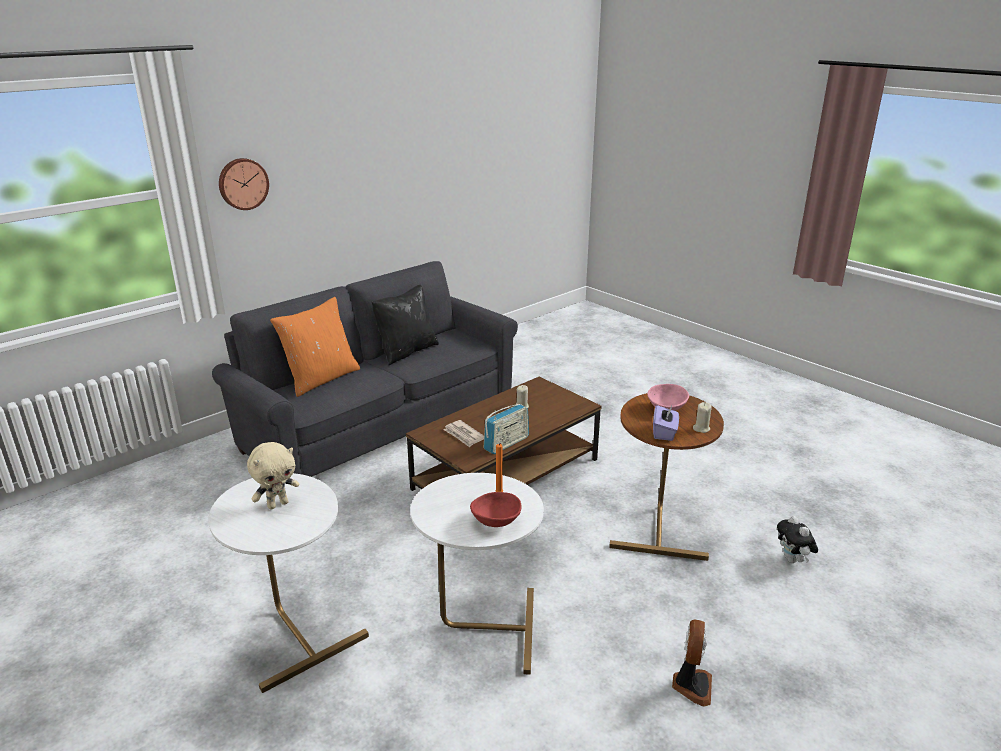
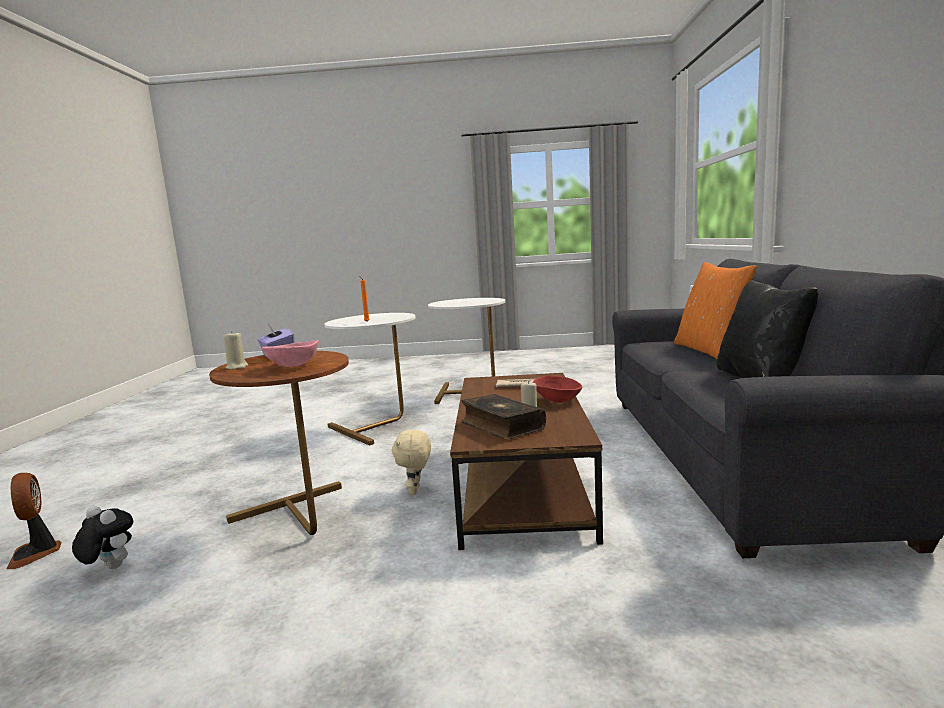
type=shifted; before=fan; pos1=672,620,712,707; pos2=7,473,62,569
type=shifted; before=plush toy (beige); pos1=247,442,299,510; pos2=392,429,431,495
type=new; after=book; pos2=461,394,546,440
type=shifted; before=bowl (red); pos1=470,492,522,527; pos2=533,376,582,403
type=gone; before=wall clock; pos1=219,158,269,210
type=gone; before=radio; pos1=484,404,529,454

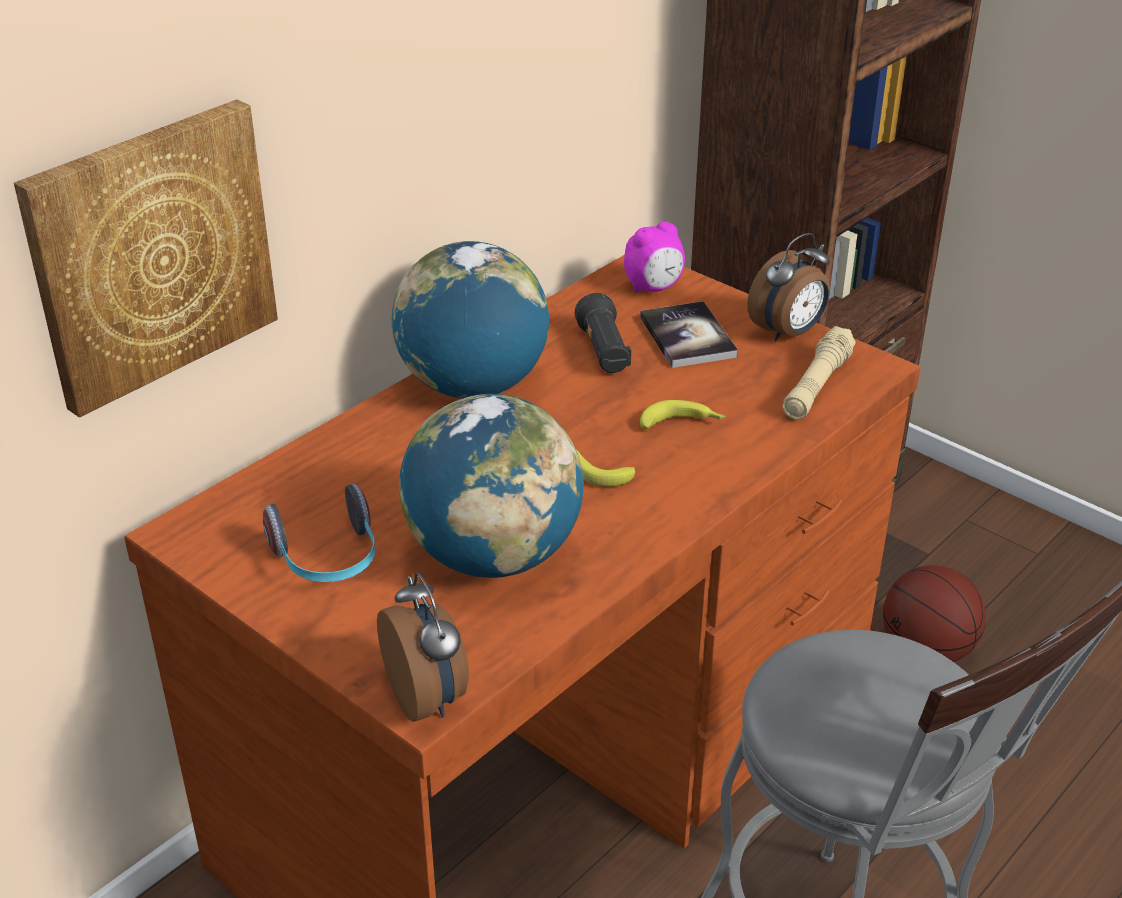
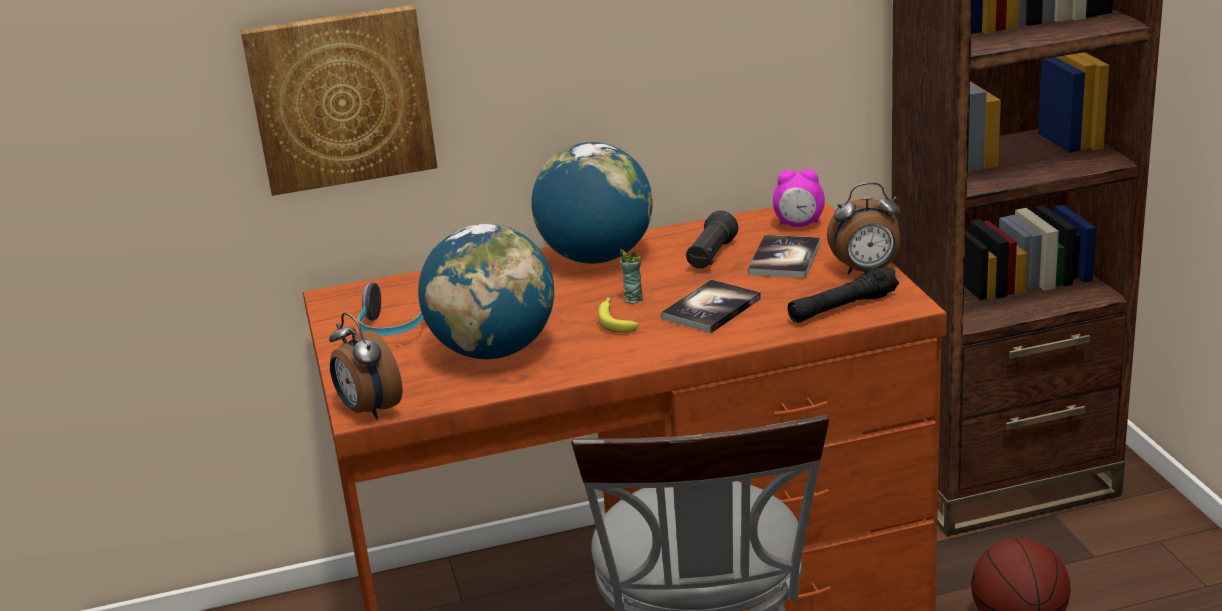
type=rotated; before=alarm clock; pos1=377,572,469,722; pos2=329,312,403,420; turn=135
type=new; after=cup; pos2=620,249,643,304
type=swapped; before=banana; after=book; pos1=640,400,725,429; pos2=661,279,761,333
type=repainted; before=flashlight (beige); after=flashlight (black); pos1=782,326,856,420; pos2=788,266,899,323

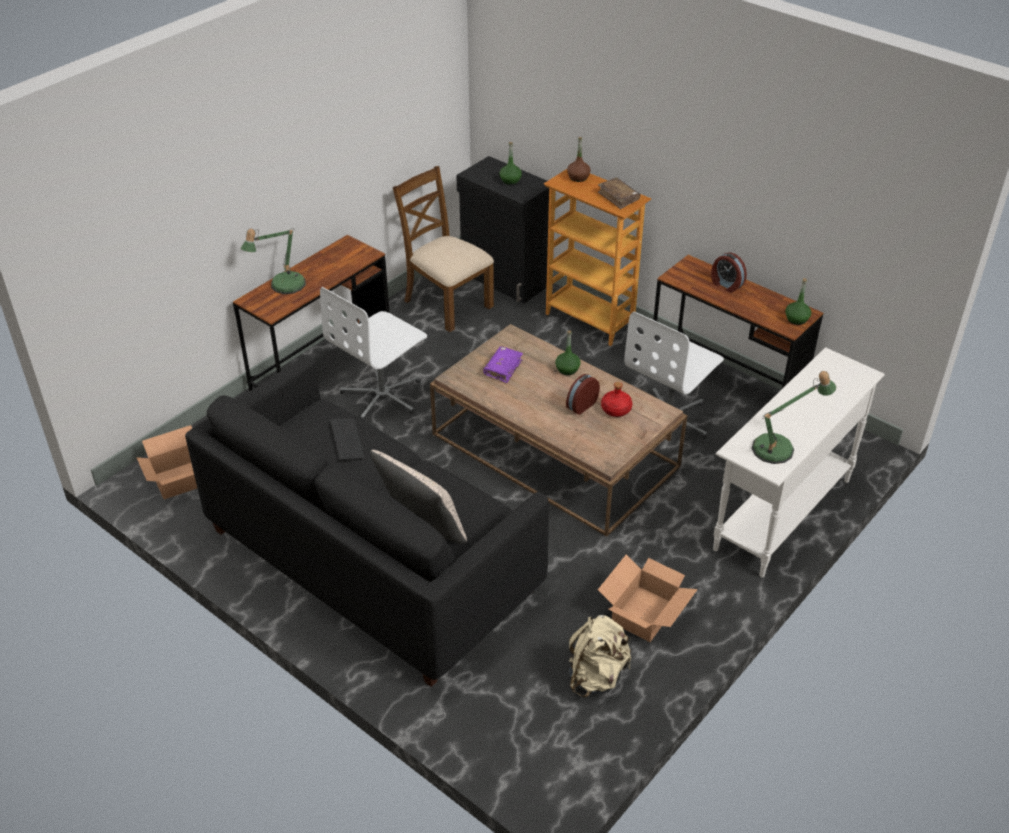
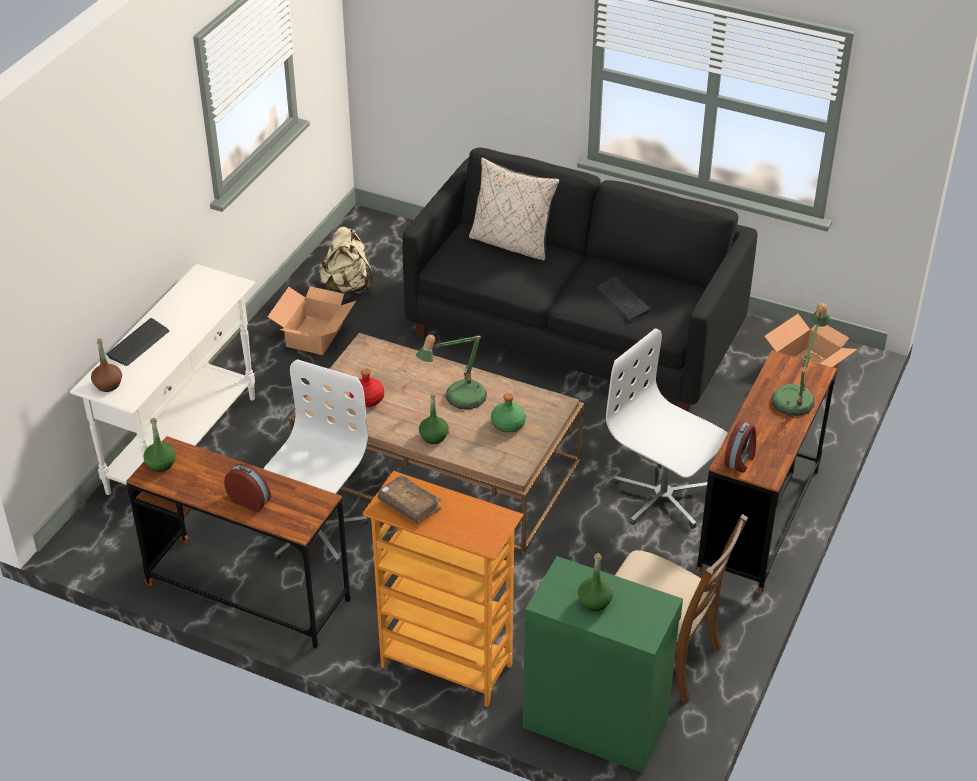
type=shifted; before=bottle (brown); pos1=567,137,591,182; pos2=91,338,122,392
type=new; after=keyboard; pos2=106,318,169,366
type=shifted; before=table lamp; pos1=752,371,836,464; pos2=416,334,487,409
type=swapped; before=book (purple); after=bottle (green); pos1=483,346,523,383; pos2=491,393,526,433
type=repainted; before=cabinet (black); after=cabinet (green); pos1=456,156,549,304; pos2=523,556,683,773
type=rotated; before=office chair (white); pos1=320,287,427,421; pos2=606,328,728,529; turn=-75
type=shifted; before=alarm clock; pos1=566,374,600,415; pos2=724,421,756,473

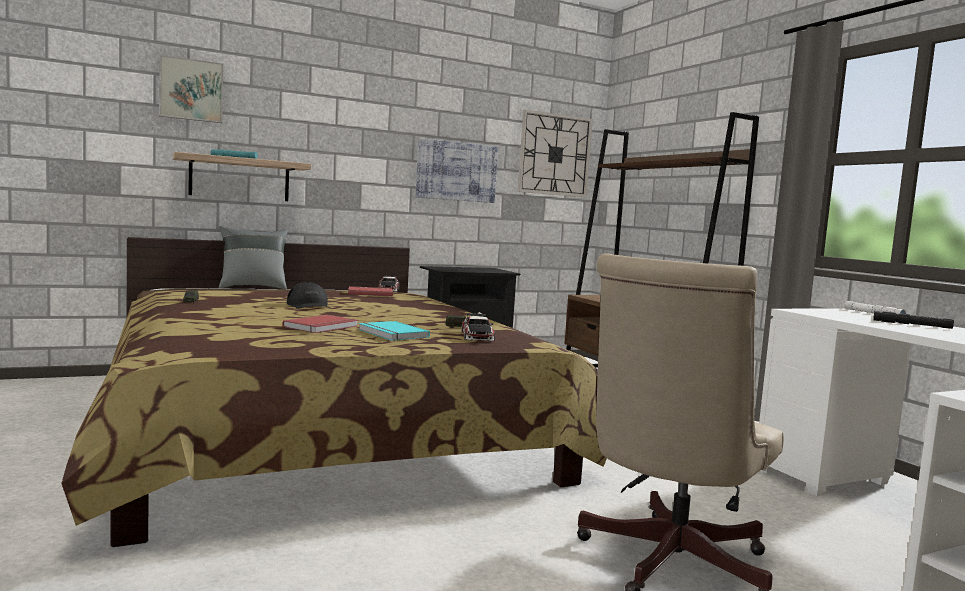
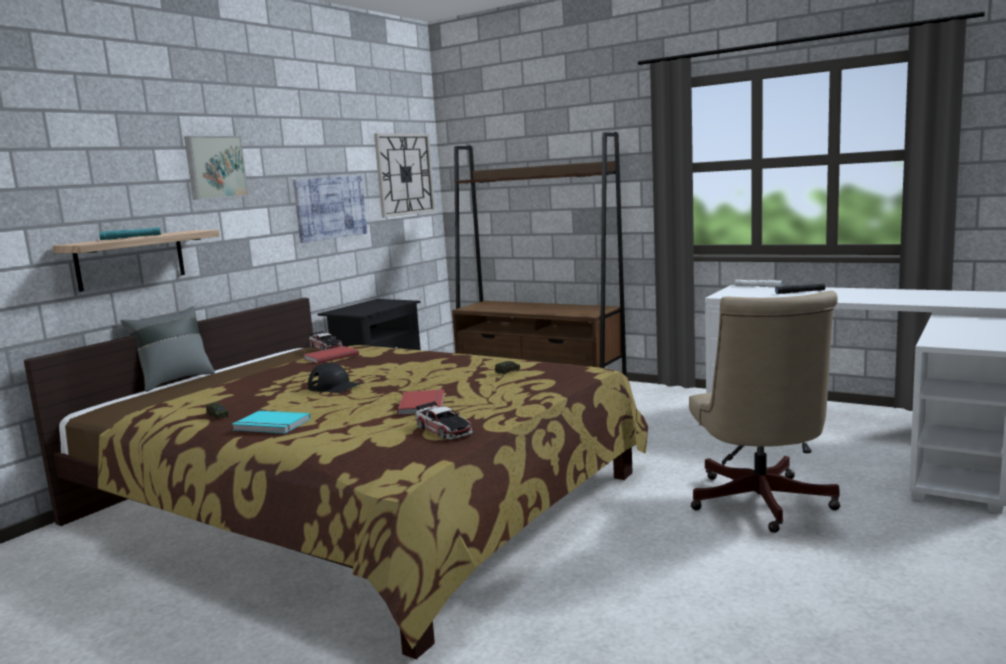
type=shifted; before=picture; pos1=159,55,224,123; pos2=184,136,249,200
type=shifted; before=book (turquoise); pos1=358,321,430,341; pos2=232,411,311,434
type=shifted; before=toy car; pos1=461,313,495,341; pos2=416,402,473,439

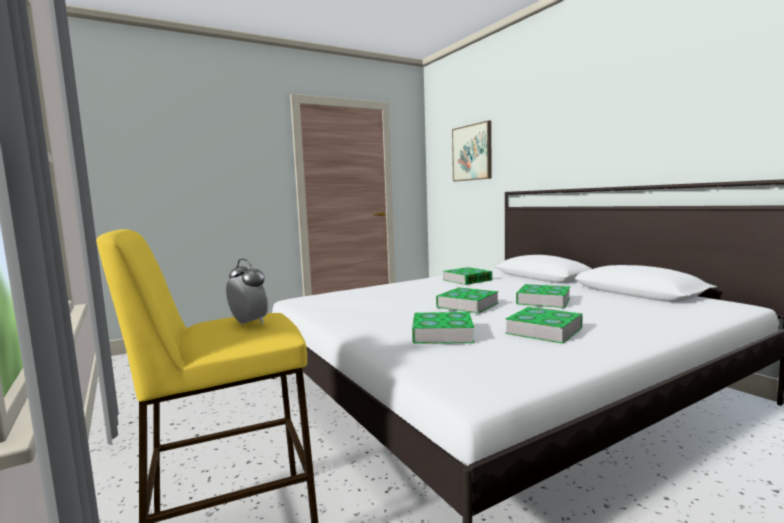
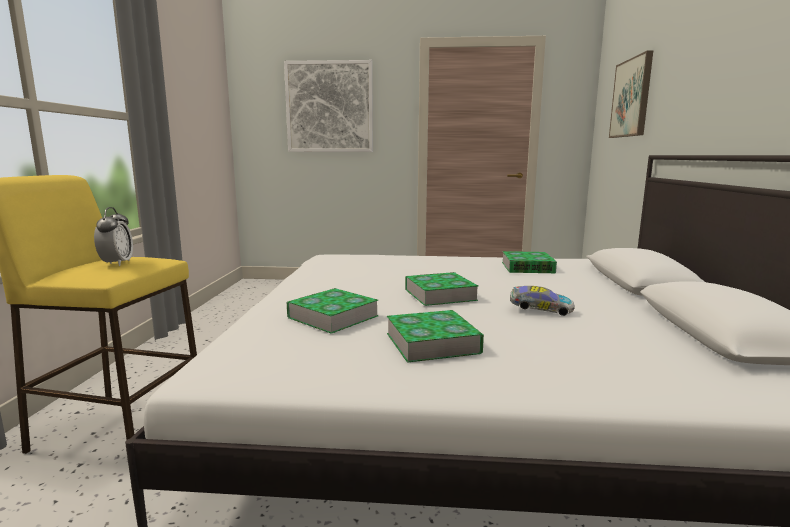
type=new; after=picture; pos2=284,60,373,152
type=swapped; before=book; after=toy car; pos1=516,284,570,308; pos2=510,286,575,316

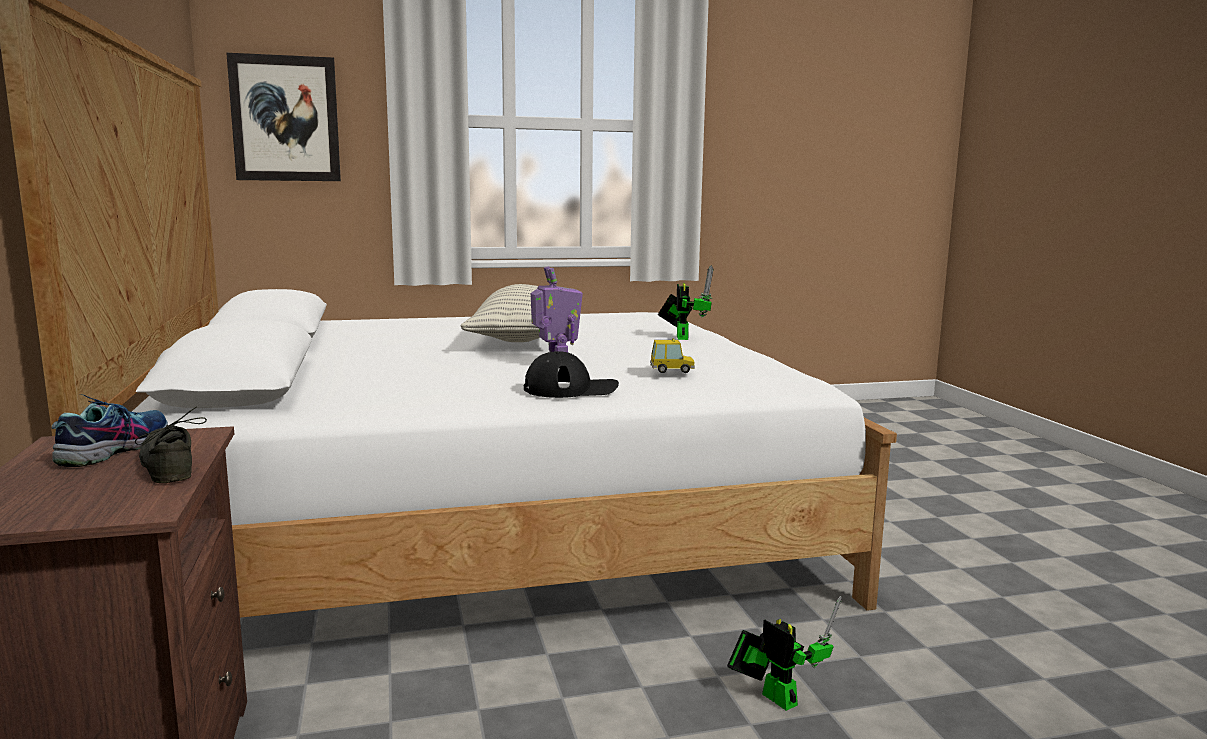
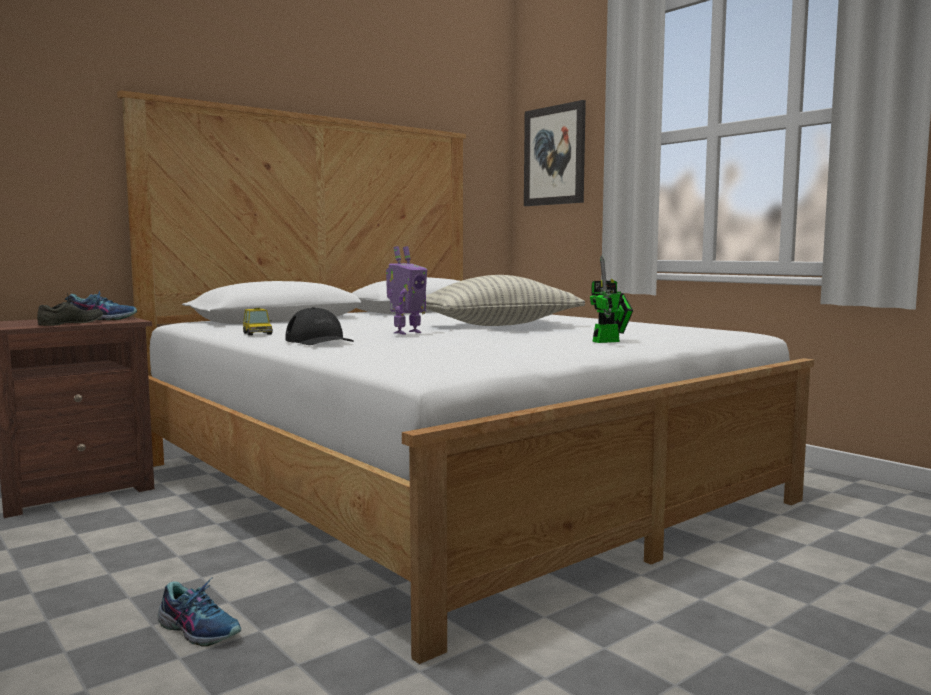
type=swapped; before=toy robot; after=shoe; pos1=727,596,842,711; pos2=158,578,241,647
type=shifted; before=toy car; pos1=650,339,695,373; pos2=243,308,273,336

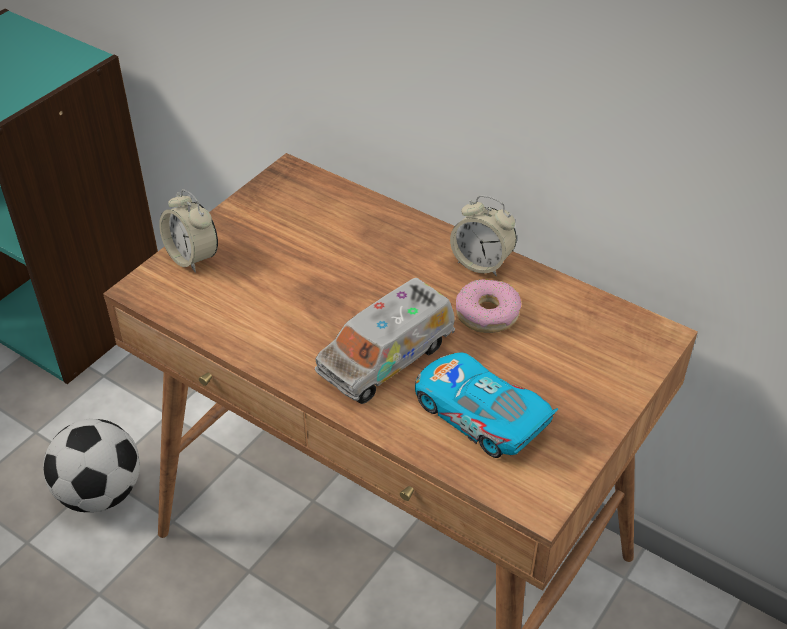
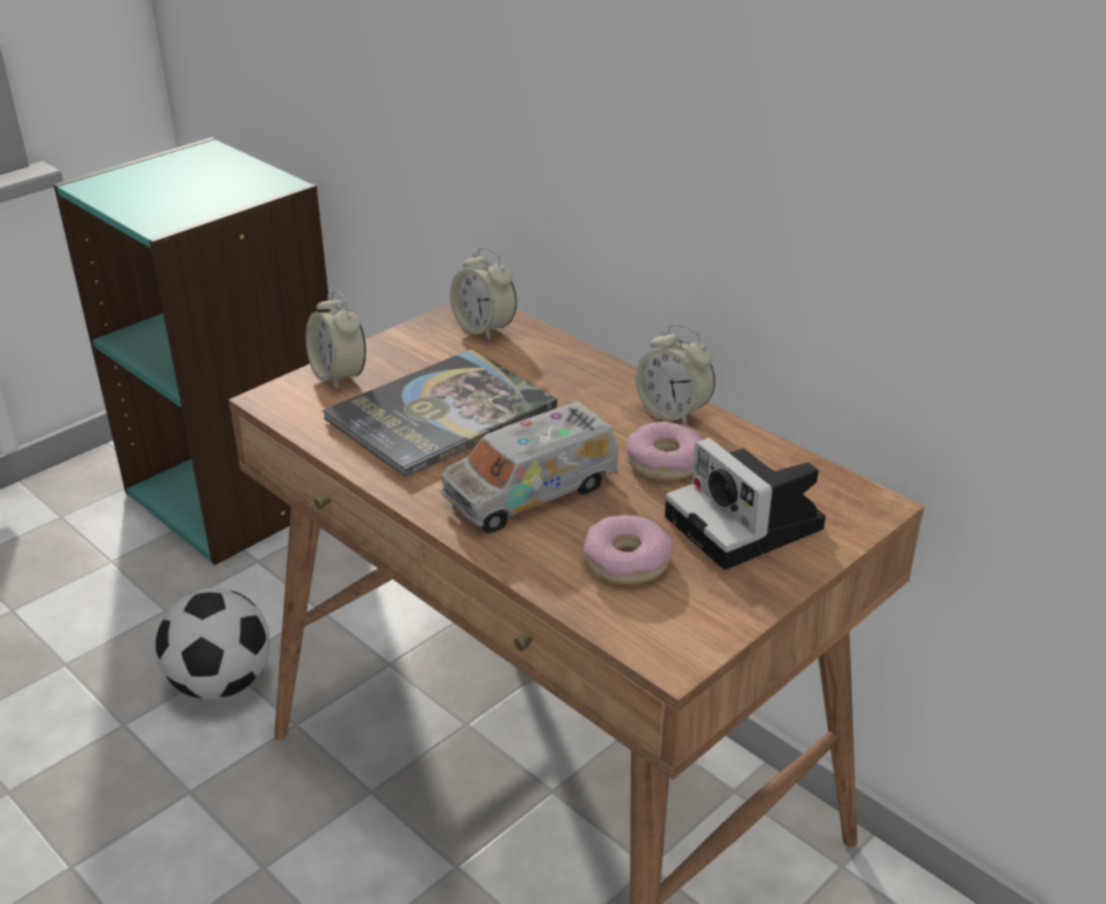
type=new; after=book; pos2=322,349,557,477
type=new; after=alarm clock; pos2=450,247,517,341
type=swapped; before=toy car; after=donut; pos1=415,352,558,458; pos2=583,515,673,585
type=new; after=photo camera; pos2=665,438,826,570

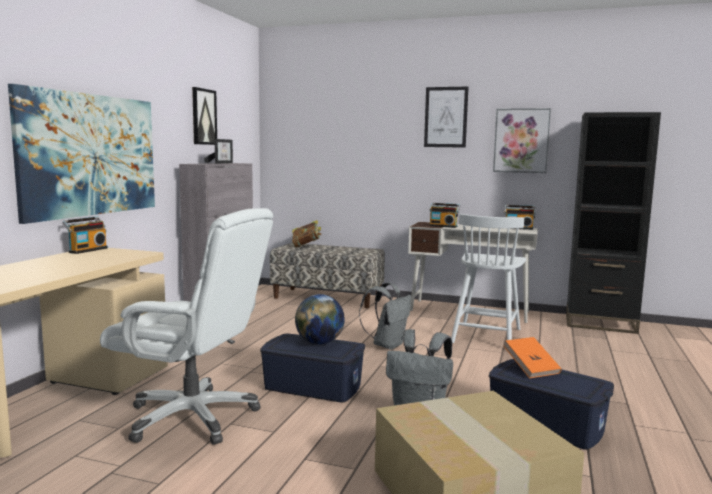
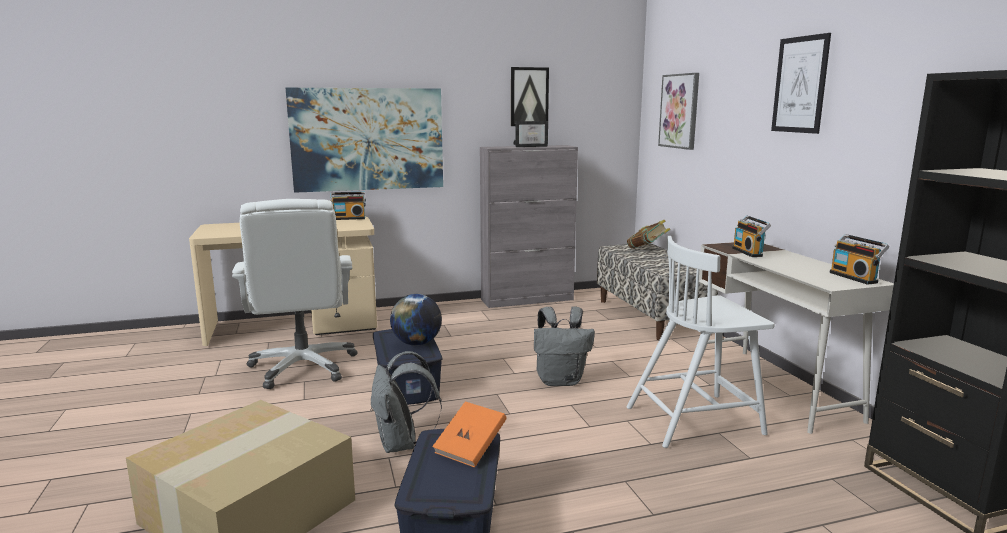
type=shifted; before=picture; pos1=493,108,551,173; pos2=658,73,699,150

